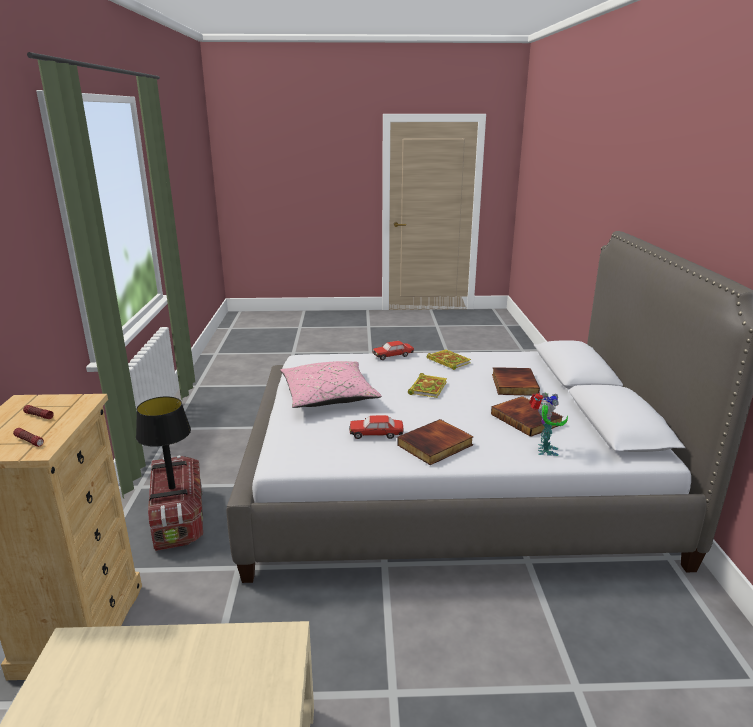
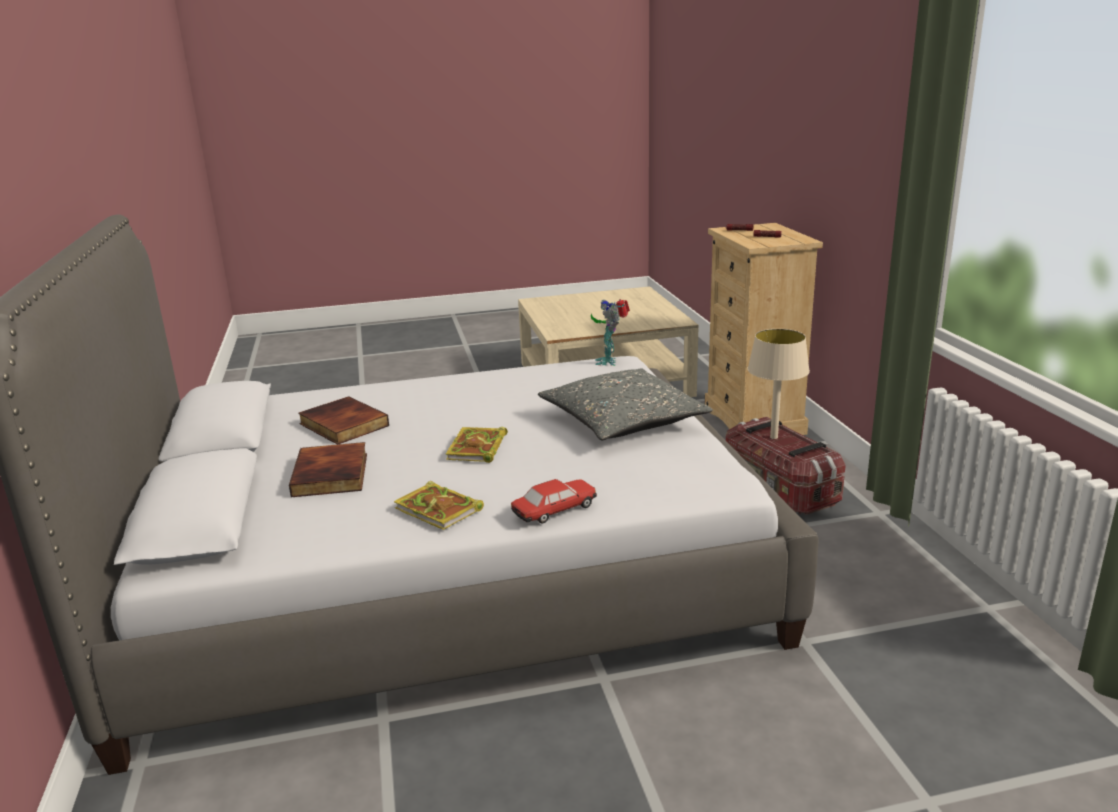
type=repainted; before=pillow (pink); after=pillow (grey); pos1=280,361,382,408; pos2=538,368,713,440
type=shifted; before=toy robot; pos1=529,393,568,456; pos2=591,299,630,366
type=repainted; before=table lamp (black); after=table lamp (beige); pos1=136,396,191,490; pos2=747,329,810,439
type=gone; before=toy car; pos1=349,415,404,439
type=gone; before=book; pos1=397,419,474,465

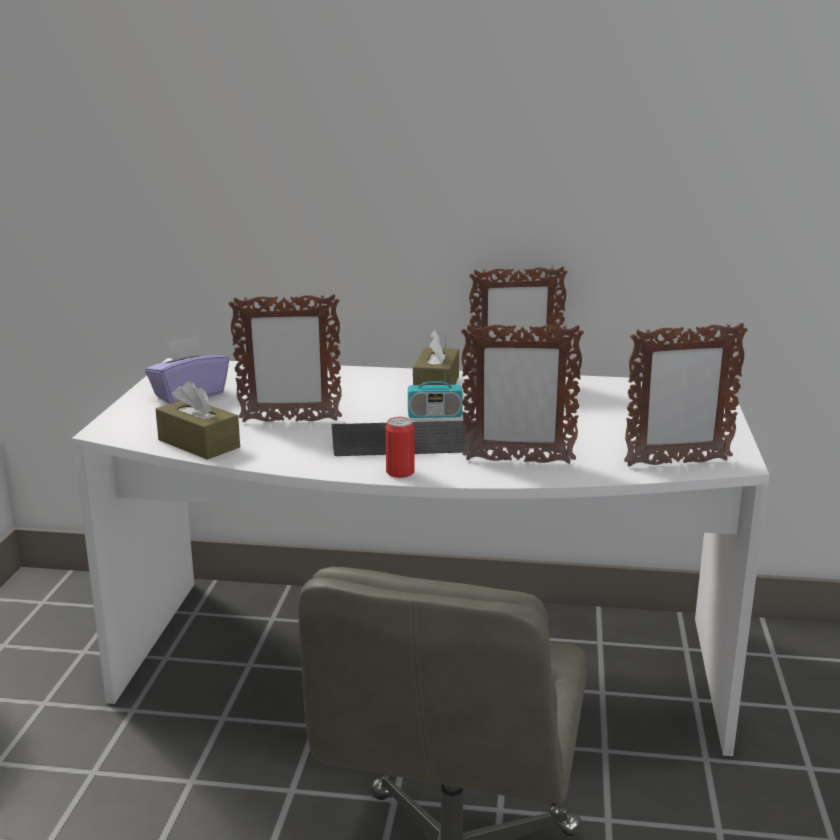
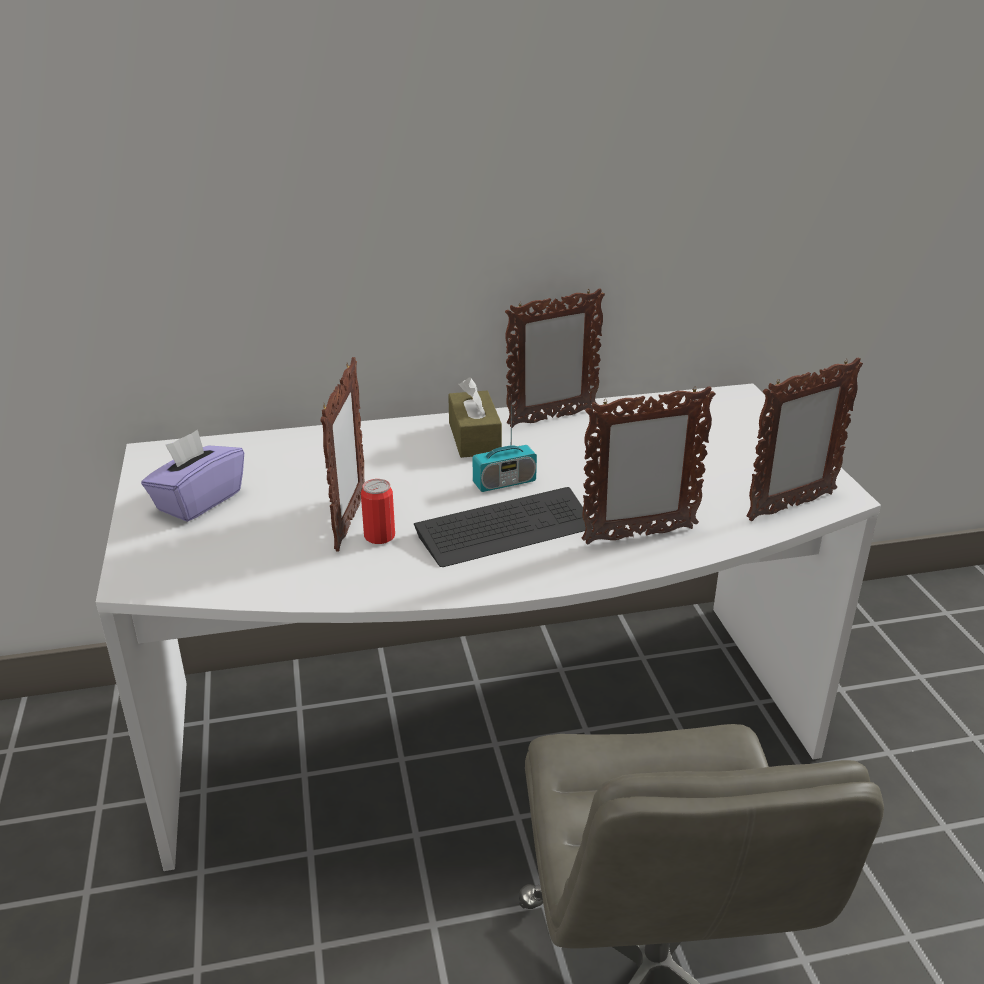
type=rotated; before=picture frame; pos1=229,293,342,422; pos2=321,357,365,552; turn=-60
type=shifted; before=can; pos1=386,417,415,478; pos2=361,479,395,544
type=gone; before=tissue box (brown); pos1=156,380,240,460

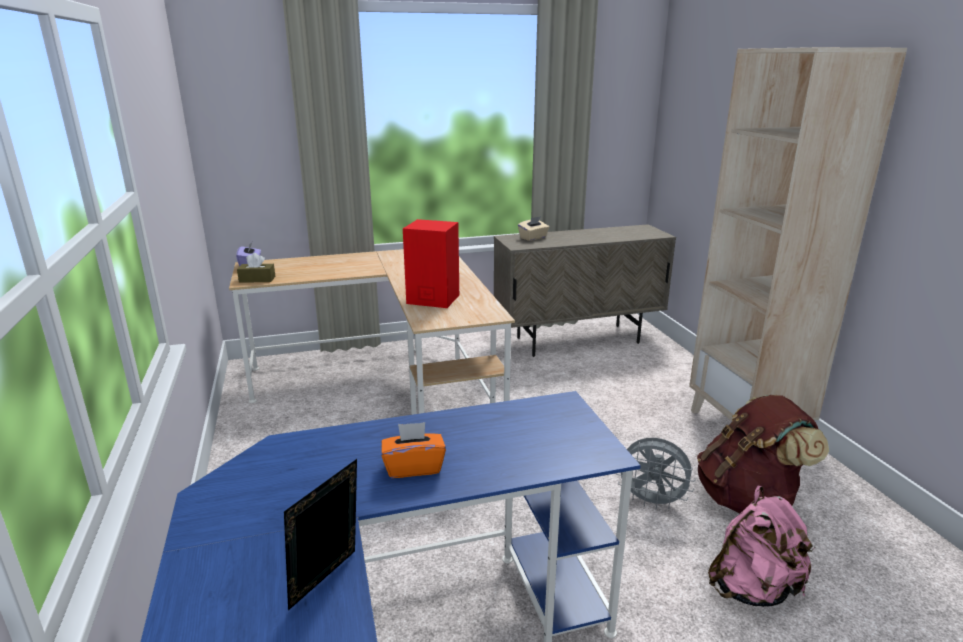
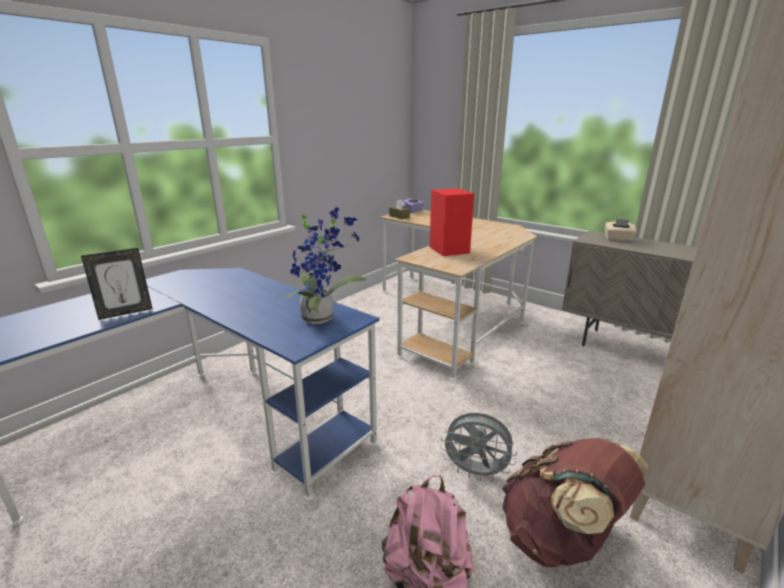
type=rotated; before=picture frame; pos1=284,459,357,610; pos2=81,248,153,320; turn=150
type=new; after=potted plant; pos2=285,207,366,324
type=rotated; before=fan (grey); pos1=615,438,696,509; pos2=440,413,517,481; turn=-60
type=gone; before=tissue box (orange); pos1=381,422,446,478

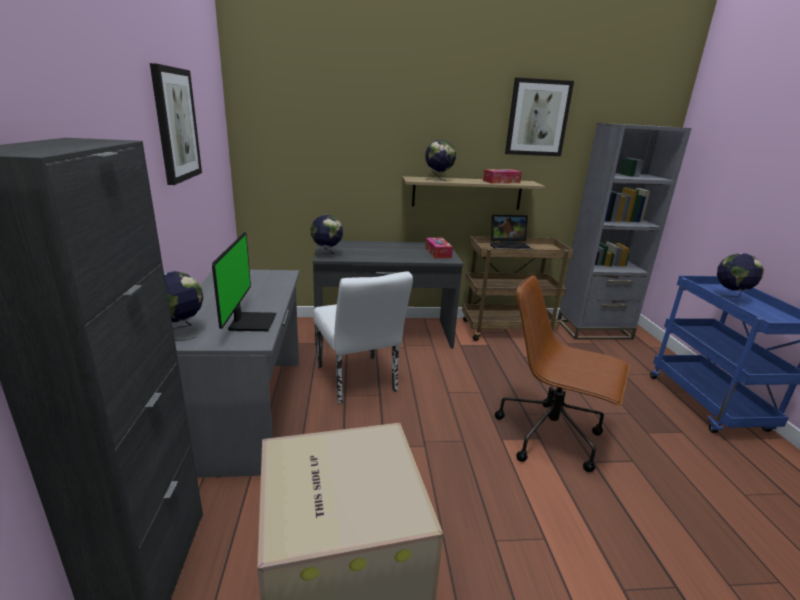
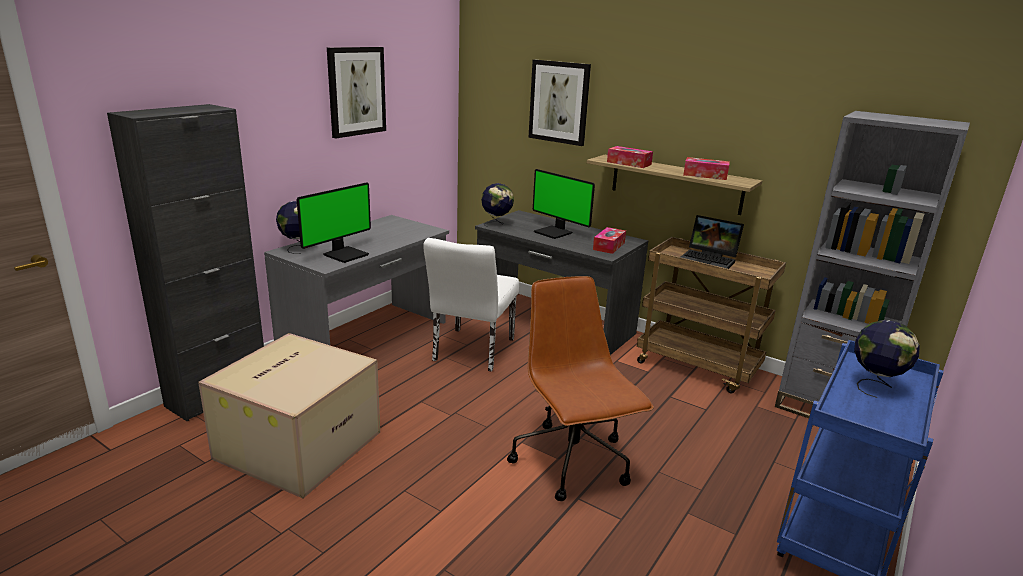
type=shifted; before=picture; pos1=505,78,574,156; pos2=528,60,591,146
type=new; after=monitor; pos2=533,169,595,239
type=swapped; before=globe; after=tissue box; pos1=425,140,456,181; pos2=607,146,653,168

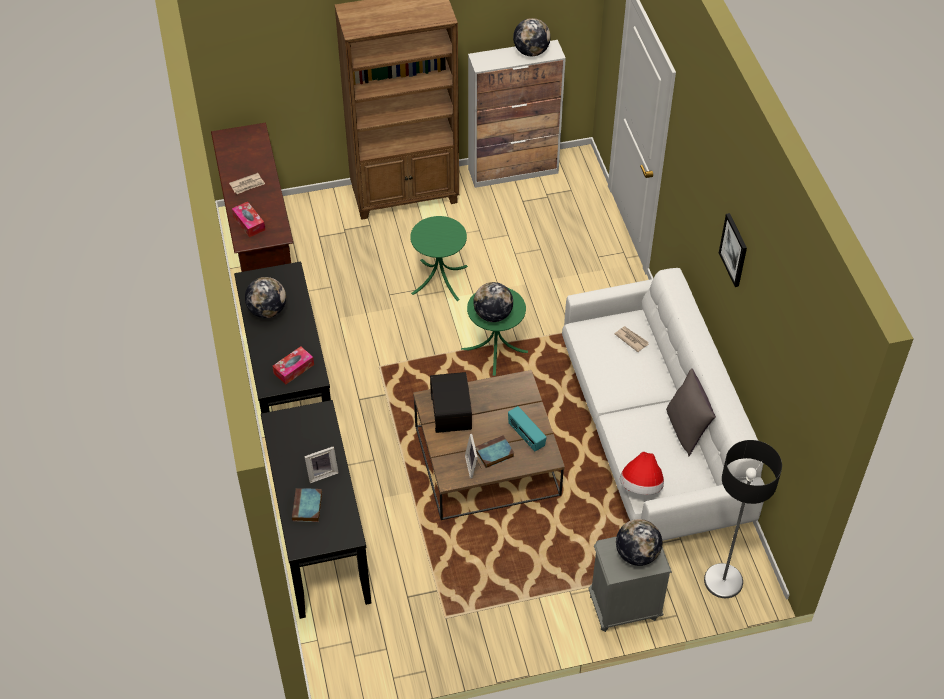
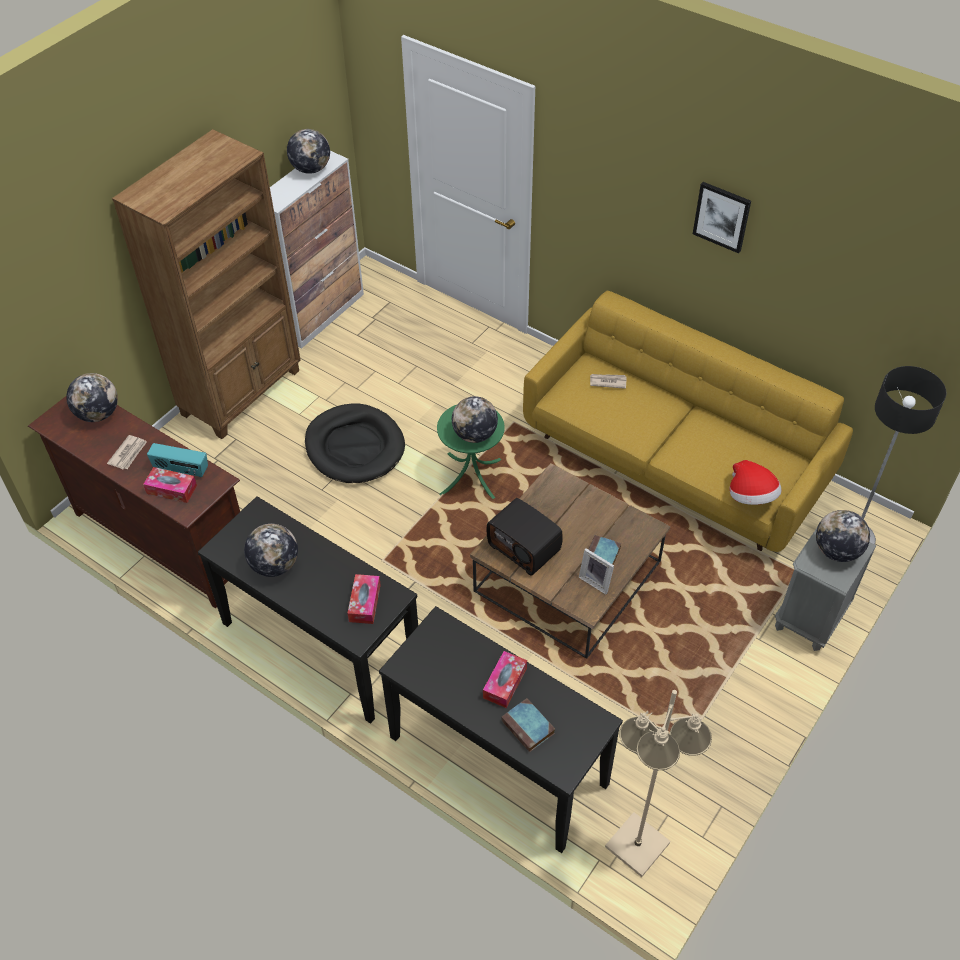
type=new; after=globe; pos2=66,373,118,422
type=shifted; before=radio; pos1=508,406,547,451; pos2=147,443,208,477
type=swapped; before=side table (green); after=dog bed (black); pos1=410,216,468,301; pos2=305,403,405,483
type=swapped; before=picture frame; after=tissue box; pos1=304,446,339,483; pos2=483,651,527,708
type=repainted; before=sofa (white); after=sofa (yellow); pos1=562,268,765,541; pos2=523,291,853,552
type=new; after=floor lamp (beige); pos2=605,690,712,877
type=gone; before=pillow (grey); pos1=666,368,716,456

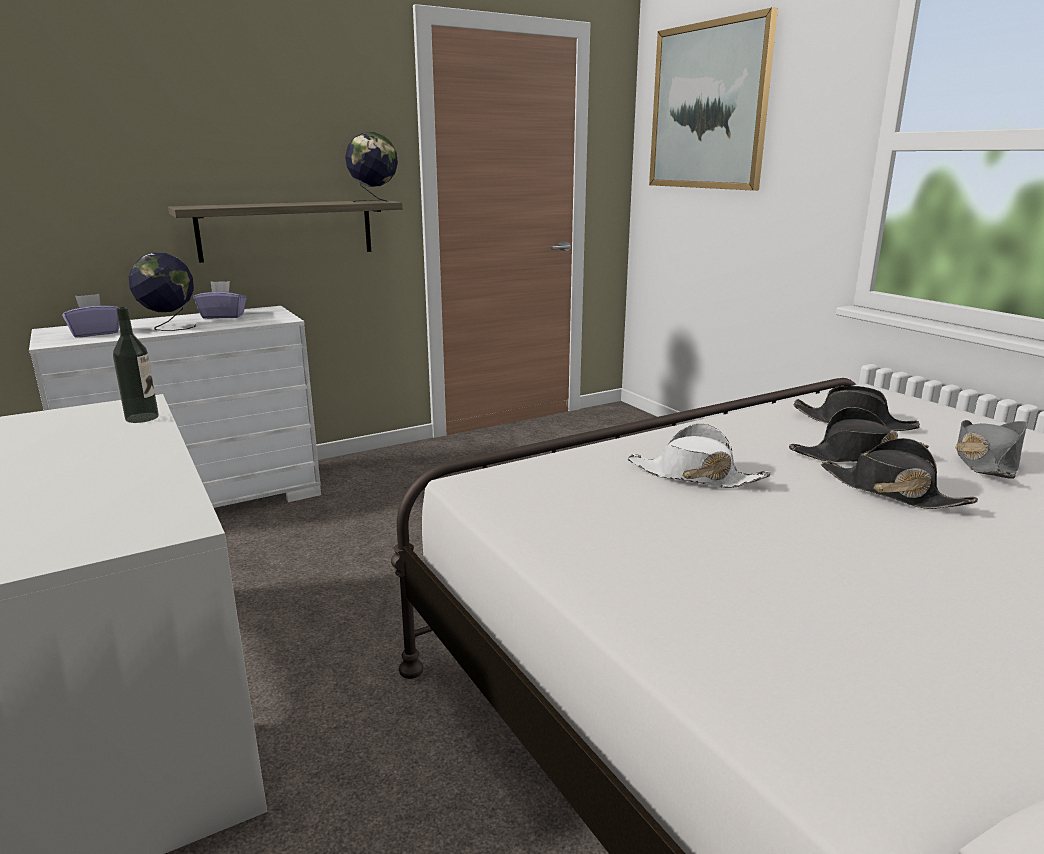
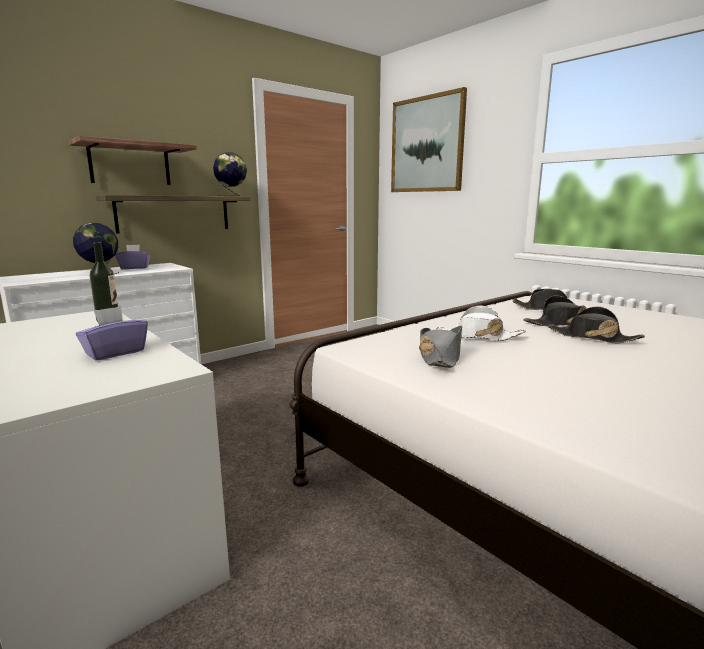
type=new; after=shelf; pos2=69,136,197,185
type=shifted; before=tissue box (purple); pos1=62,294,119,337; pos2=76,306,148,361
type=shifted; before=hat (grey); pos1=956,420,1027,479; pos2=419,326,462,368

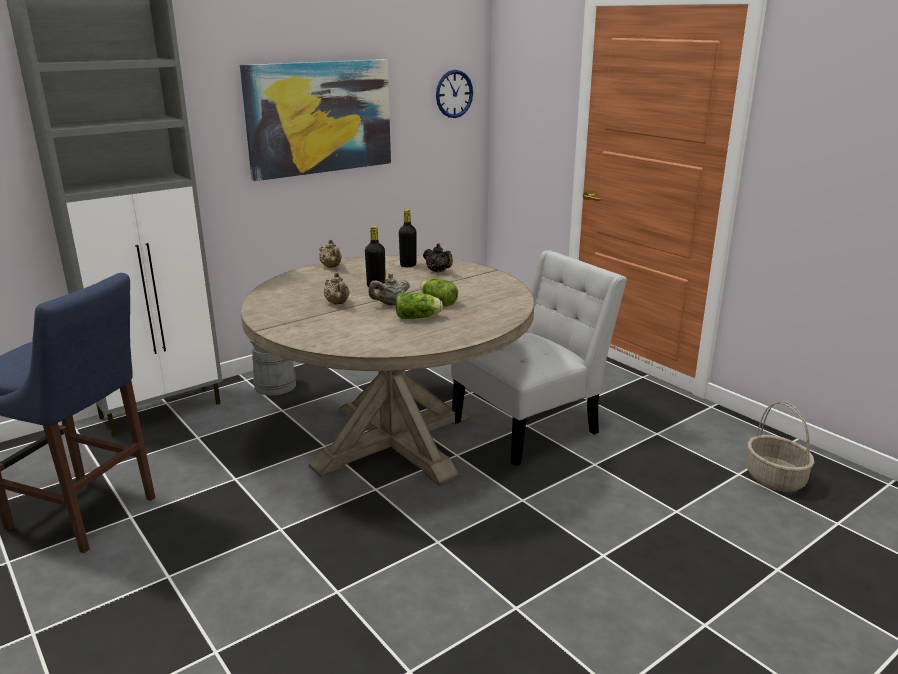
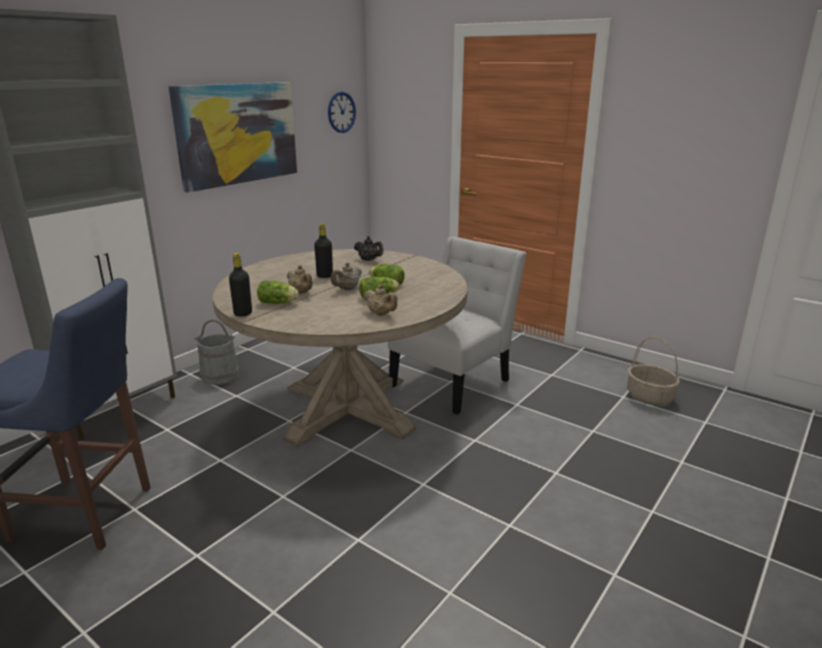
type=shifted; before=bottle (black); pos1=399,209,416,267; pos2=229,253,252,317
type=new; after=lettuce; pos2=257,281,299,304
type=shifted; before=teapot (beige); pos1=319,239,342,268; pos2=364,284,397,315

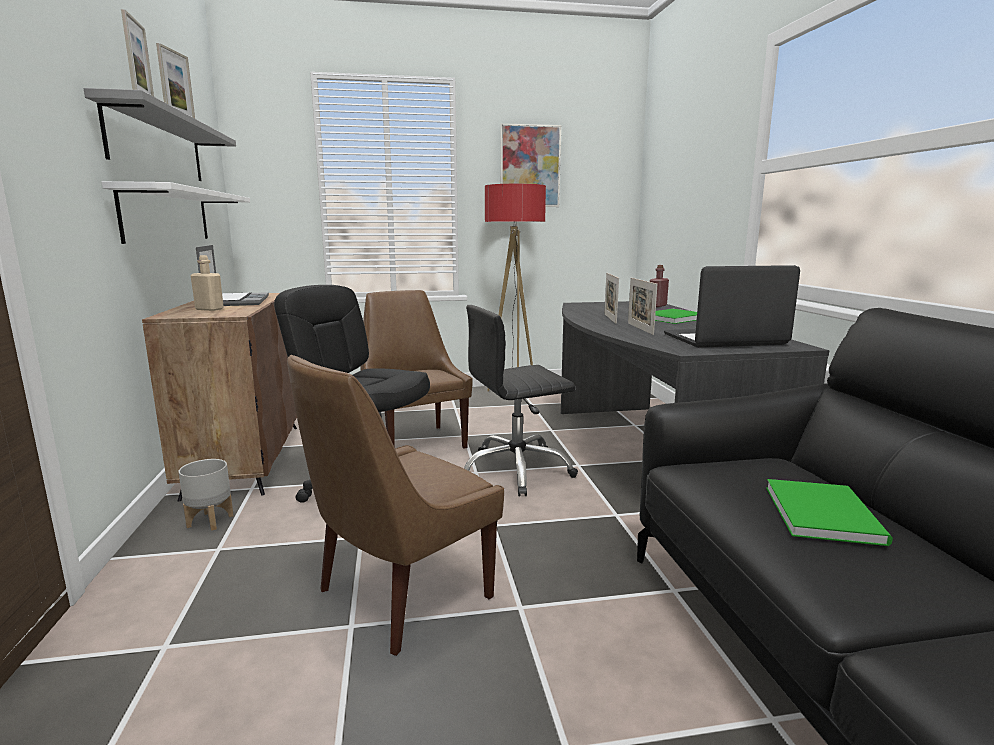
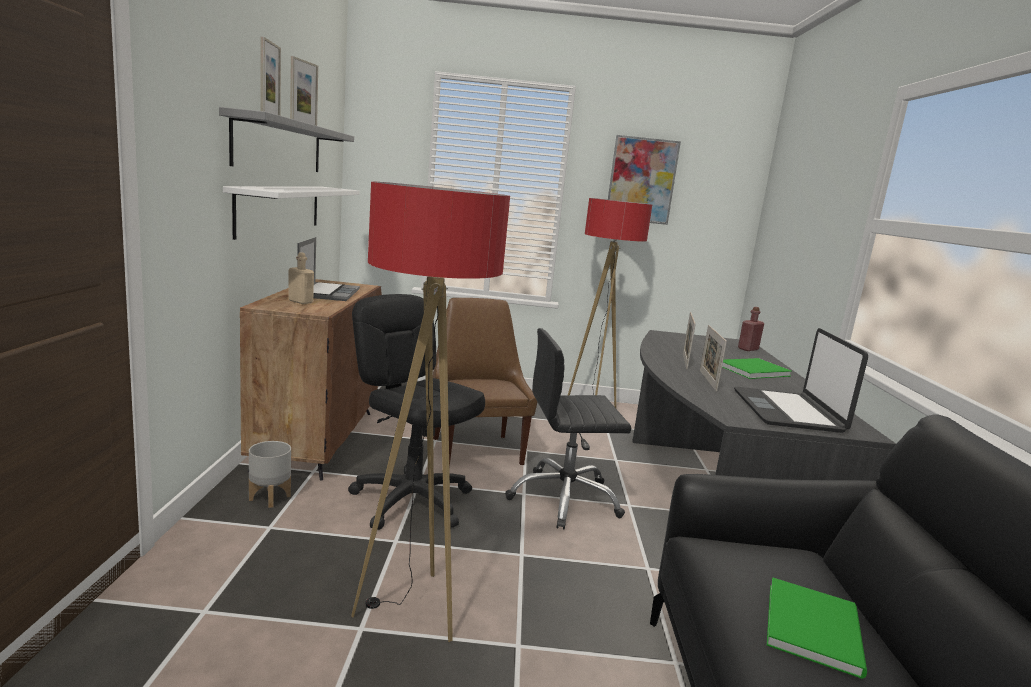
type=swapped; before=chair (brown); after=floor lamp; pos1=287,355,504,656; pos2=351,181,510,642
type=rotated; before=laptop; pos1=664,265,800,348; pos2=734,328,868,433; turn=-90

